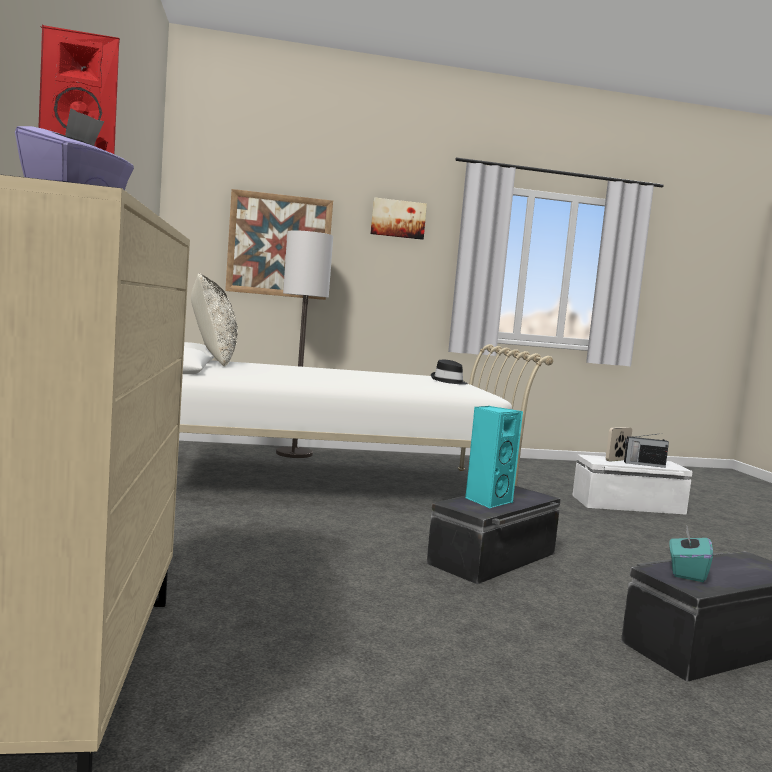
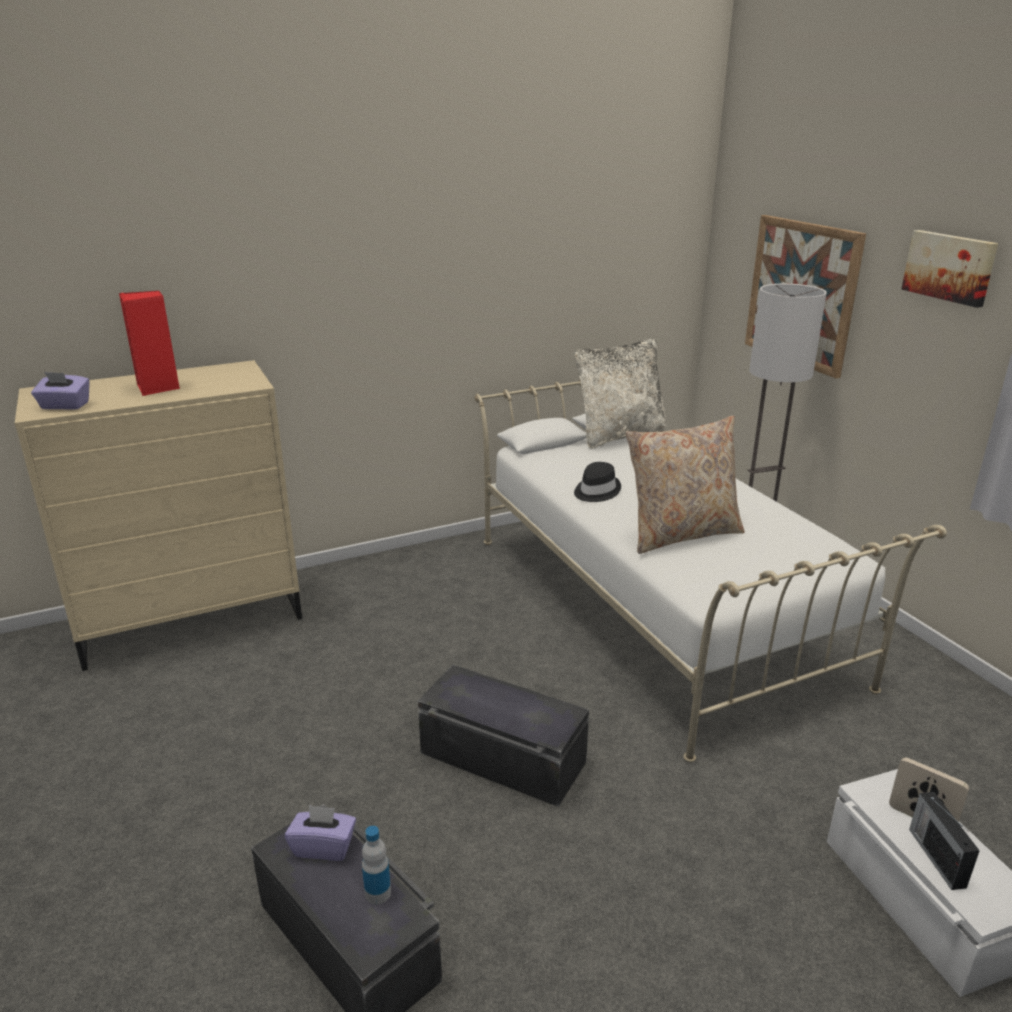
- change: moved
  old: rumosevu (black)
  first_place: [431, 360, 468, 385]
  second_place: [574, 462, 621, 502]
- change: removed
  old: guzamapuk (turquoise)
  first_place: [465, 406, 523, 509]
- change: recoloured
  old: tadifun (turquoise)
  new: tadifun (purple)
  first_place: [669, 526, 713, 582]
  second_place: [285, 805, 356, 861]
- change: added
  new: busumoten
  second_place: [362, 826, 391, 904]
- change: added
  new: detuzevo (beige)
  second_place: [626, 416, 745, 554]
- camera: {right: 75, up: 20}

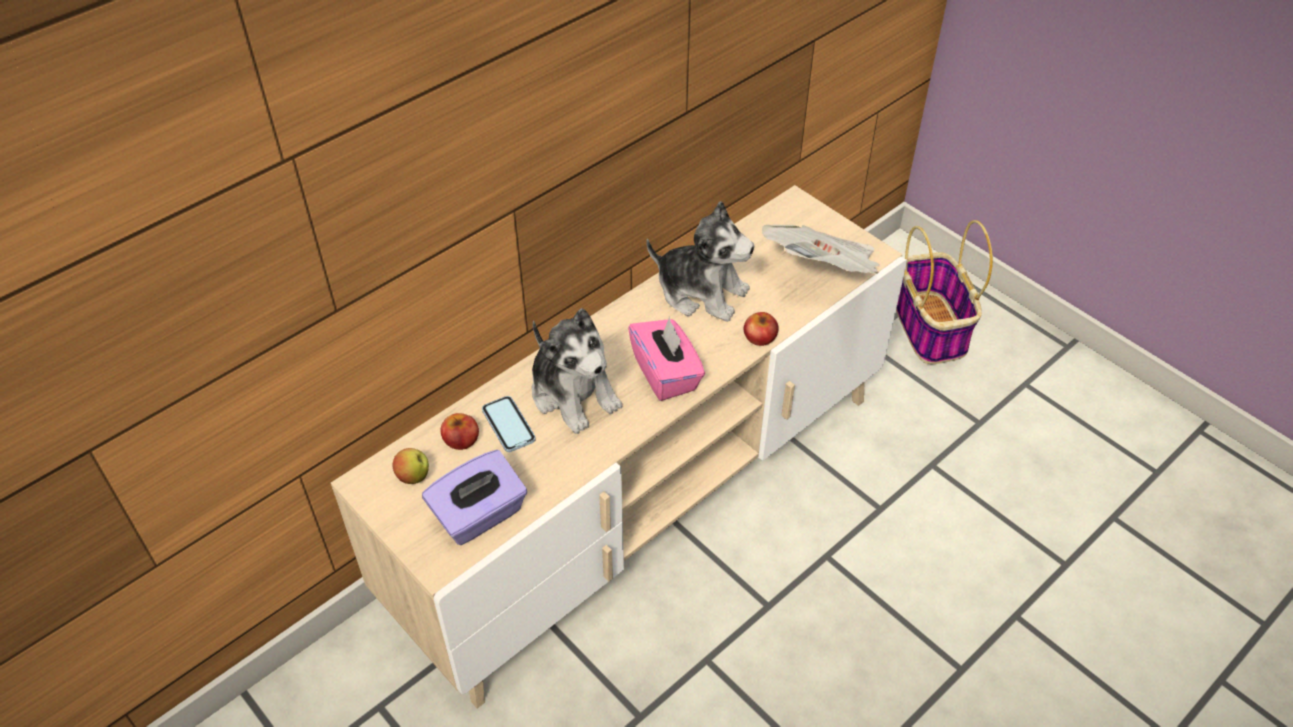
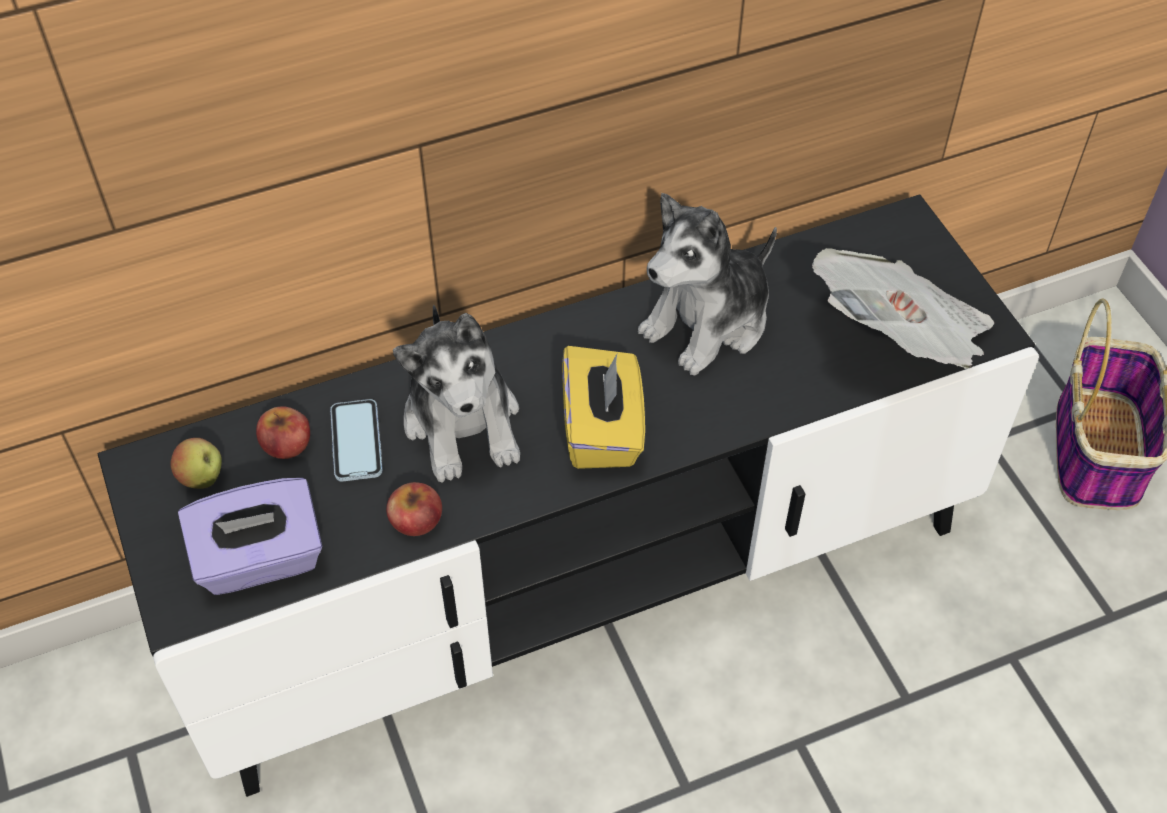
- change: recoloured
  old: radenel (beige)
  new: radenel (black)
  first_place: [331, 185, 907, 709]
  second_place: [97, 194, 1039, 797]
- change: recoloured
  old: tadifun (pink)
  new: tadifun (yellow)
  first_place: [628, 317, 705, 401]
  second_place: [562, 346, 645, 469]
- change: turned
  old: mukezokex
  first_place: [646, 201, 754, 322]
  second_place: [638, 193, 777, 376]
  degrees: 90
- change: moved
  old: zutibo
  first_place: [744, 312, 779, 346]
  second_place: [386, 482, 442, 536]
- camera: {right: 20, up: 5}

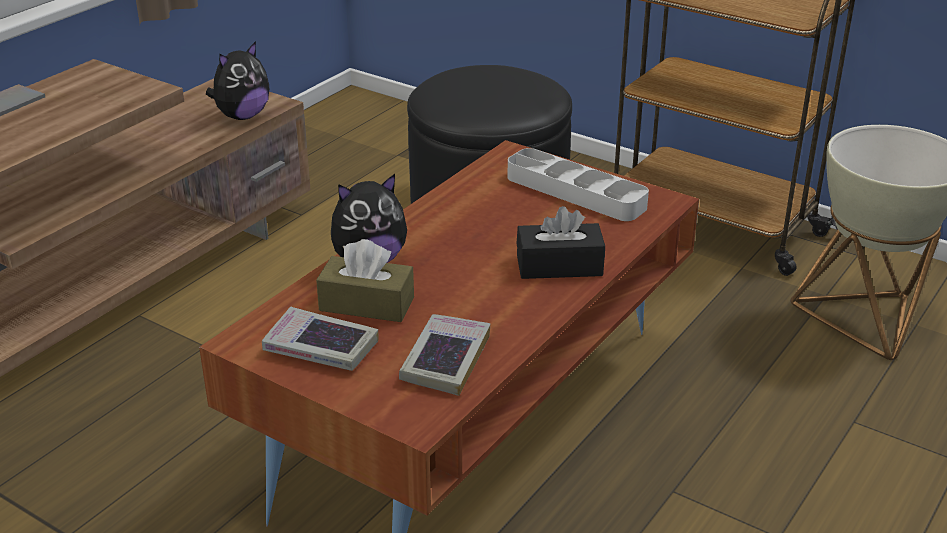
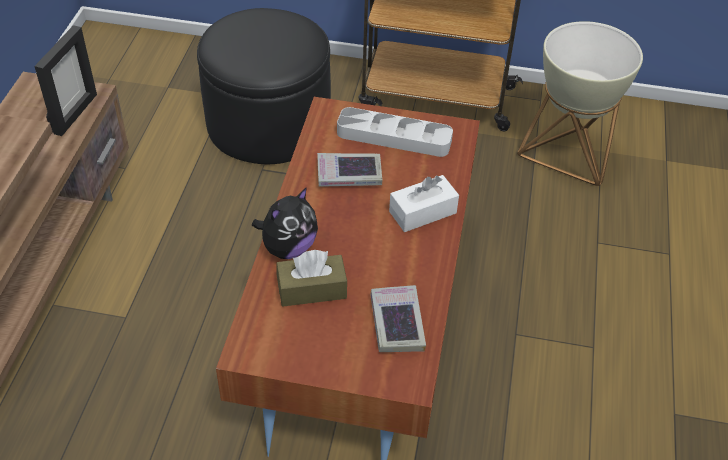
- change: replaced
  old: mukezokex
  new: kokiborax
  first_place: [206, 41, 269, 120]
  second_place: [34, 25, 97, 136]
- change: moved
  old: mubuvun
  first_place: [262, 307, 378, 371]
  second_place: [317, 153, 382, 187]
- change: recoloured
  old: tadifun (black)
  new: tadifun (white)
  first_place: [516, 206, 605, 279]
  second_place: [389, 175, 459, 232]
- camera: {right: -25, up: 15}

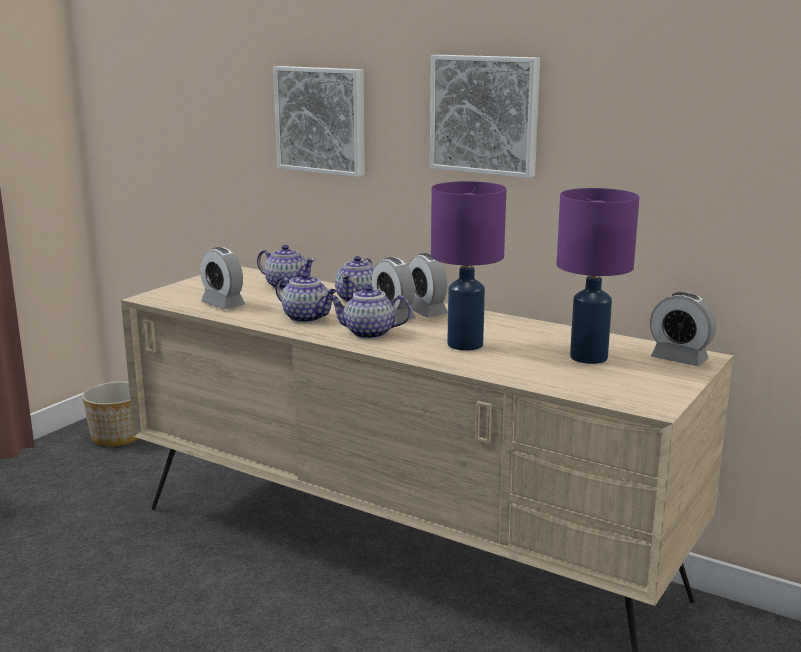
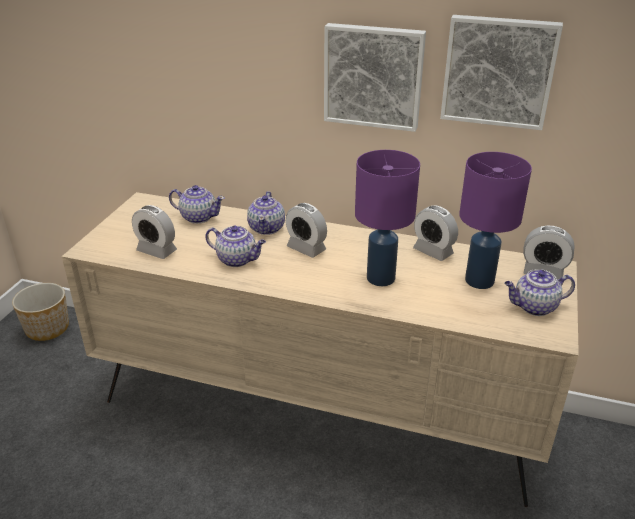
- change: moved
  old: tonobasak
  first_place: [273, 66, 365, 177]
  second_place: [440, 15, 563, 130]
- change: moved
  old: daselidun
  first_place: [328, 285, 411, 339]
  second_place: [504, 269, 575, 316]
- change: moved
  old: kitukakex
  first_place: [408, 253, 448, 317]
  second_place: [413, 205, 458, 261]
- camera: {right: -15, up: 15}

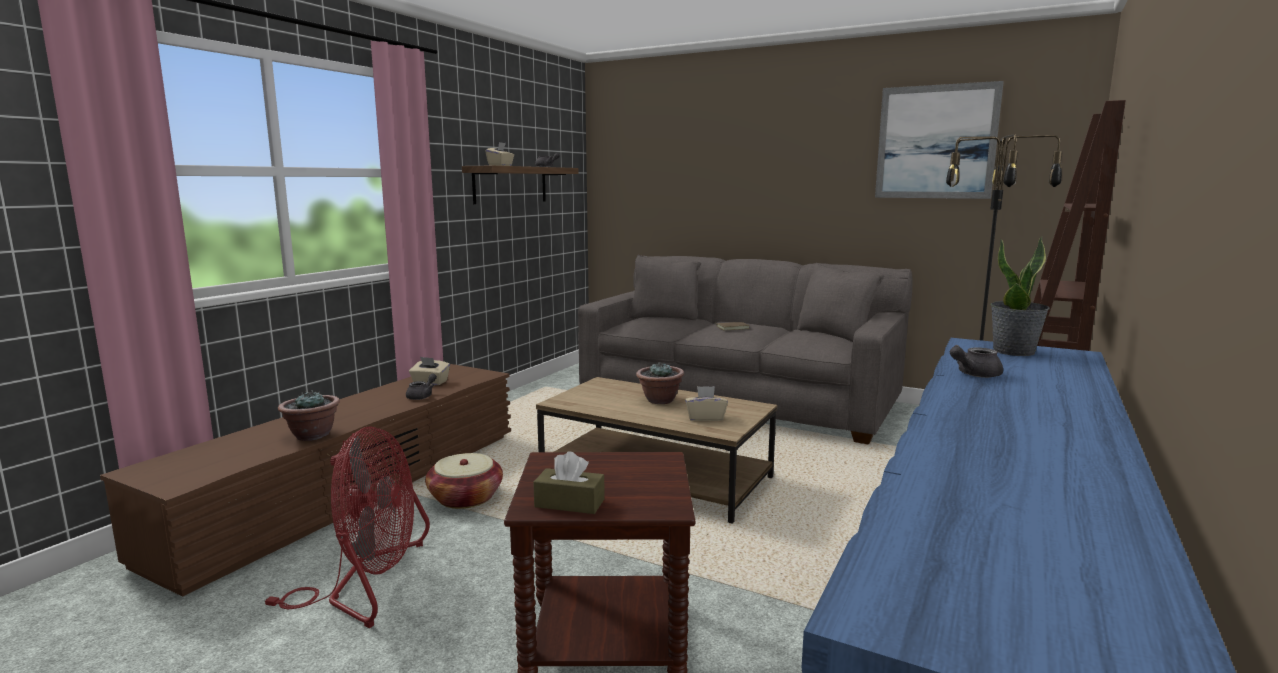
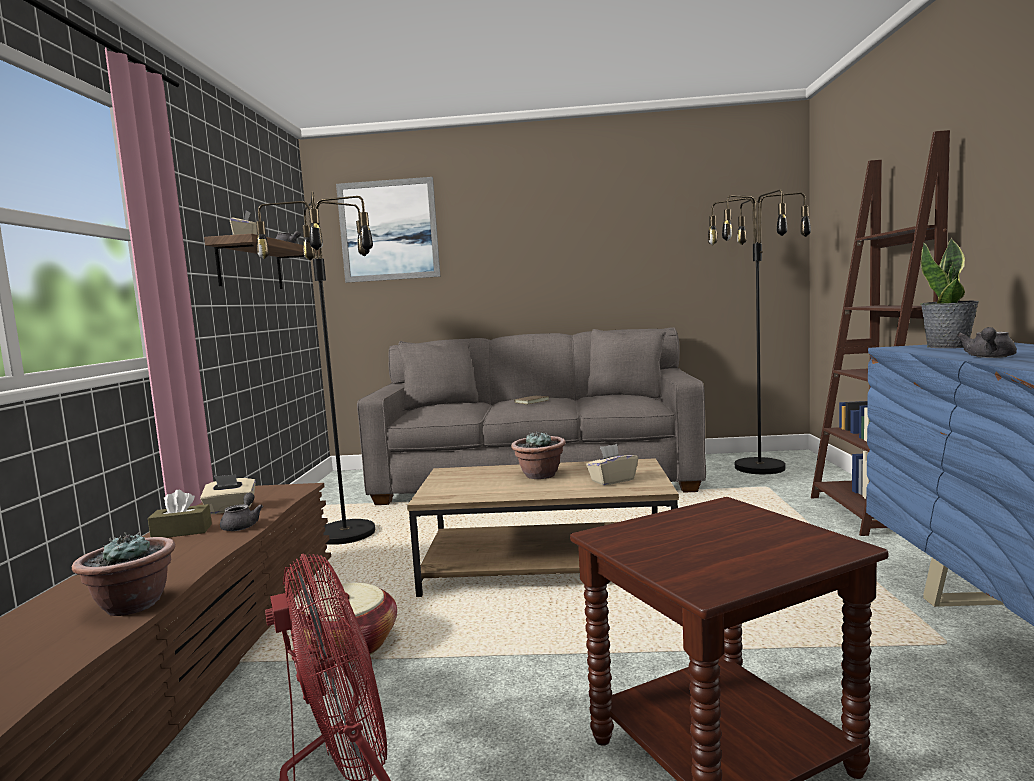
- change: moved
  old: tadifun (brown)
  first_place: [533, 451, 605, 514]
  second_place: [148, 490, 212, 538]
- change: moved
  old: tonobasak
  first_place: [875, 81, 1004, 199]
  second_place: [336, 177, 440, 283]
- change: added
  new: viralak
  second_place: [256, 192, 375, 545]
- camera: {right: -25, up: -5}

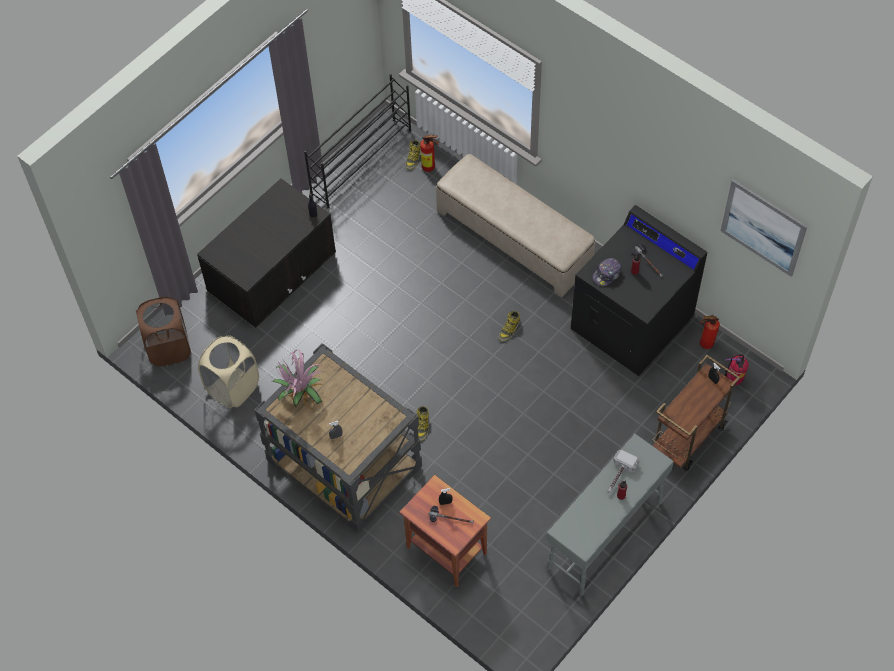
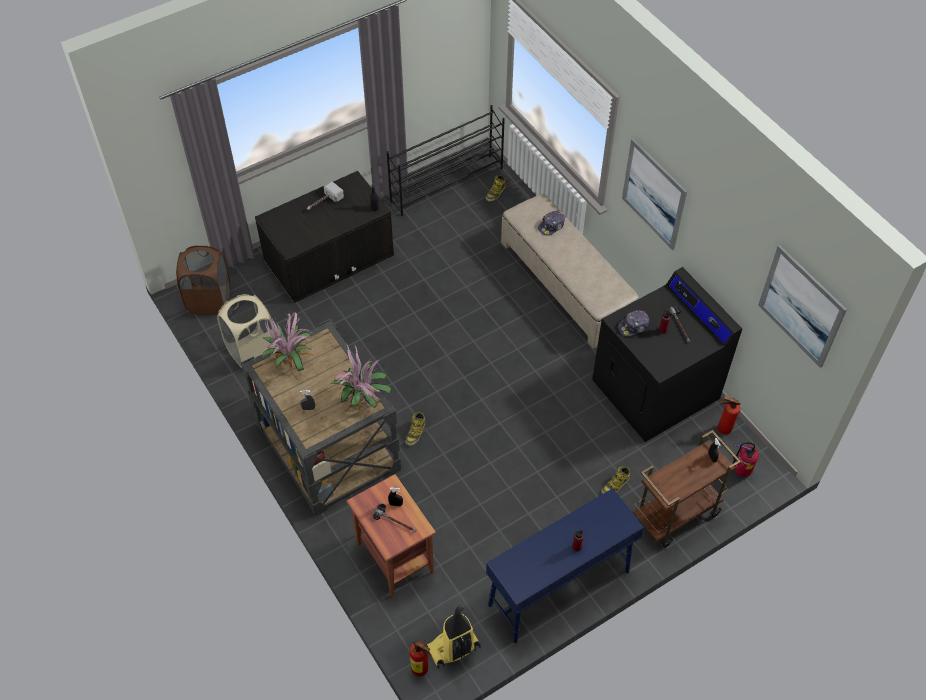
- change: moved
  old: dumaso
  first_place: [420, 135, 439, 172]
  second_place: [410, 640, 432, 676]
- change: moved
  old: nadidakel
  first_place: [498, 311, 520, 341]
  second_place: [601, 466, 630, 494]
- change: recoloured
  old: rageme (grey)
  new: rageme (blue)
  first_place: [546, 434, 674, 596]
  second_place: [486, 489, 644, 643]
- change: moved
  old: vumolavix
  first_place: [608, 450, 639, 492]
  second_place: [307, 182, 344, 210]
- change: added
  new: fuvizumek
  second_place: [331, 342, 392, 415]
- change: added
  new: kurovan
  second_place: [426, 605, 481, 669]
- change: added
  new: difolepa
  second_place: [538, 211, 565, 236]
- change: added
  new: tonobasak
  second_place: [622, 139, 687, 250]
- camera: {right: 15, up: -5}

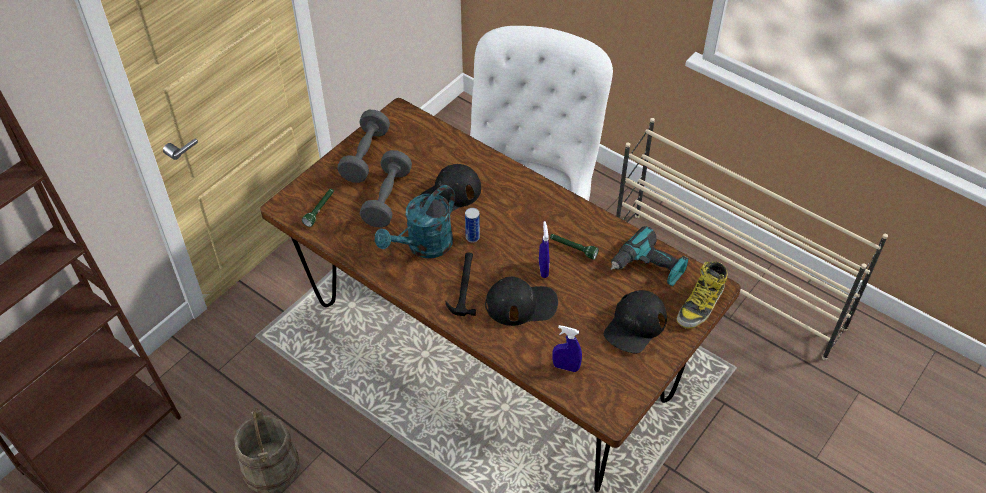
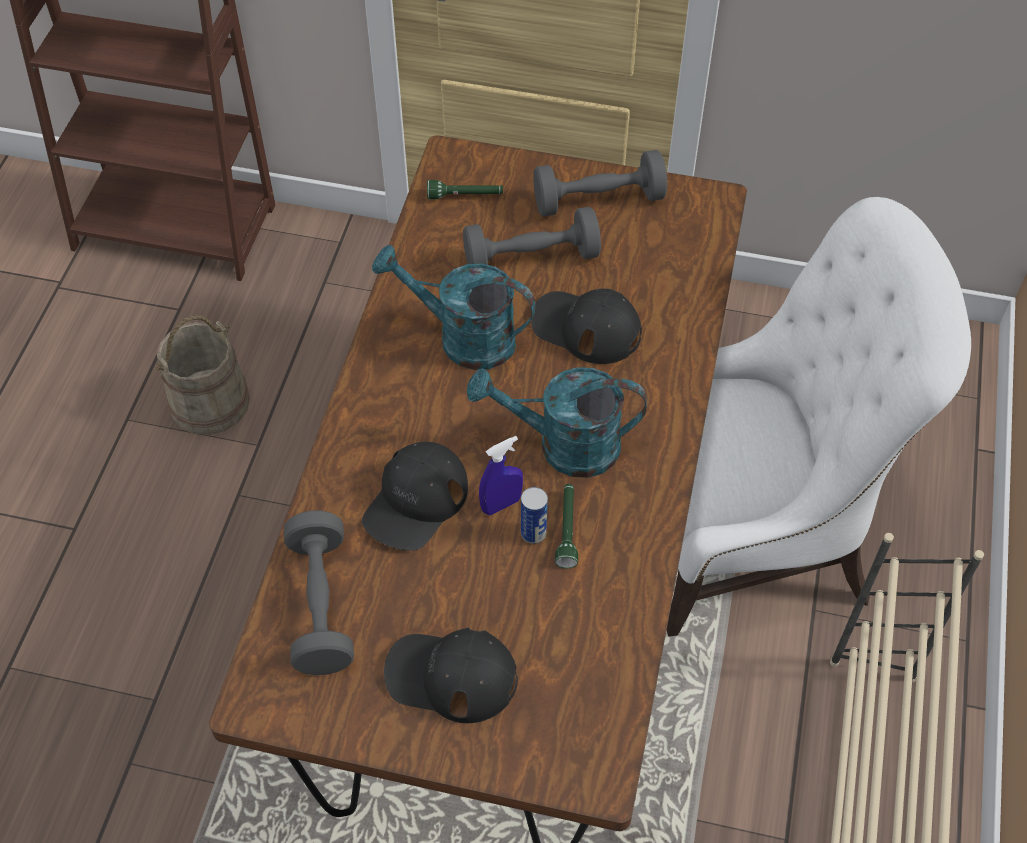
- change: removed
  old: vumolavix
  first_place: [445, 252, 476, 316]
- change: moved
  old: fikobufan
  first_place: [465, 208, 480, 243]
  second_place: [521, 487, 548, 544]
- change: turned
  old: difolepa (black)
  first_place: [485, 277, 558, 326]
  second_place: [362, 442, 468, 551]
  degrees: 60
- change: replaced
  old: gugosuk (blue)
  new: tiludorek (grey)
  first_place: [552, 325, 582, 372]
  second_place: [284, 510, 354, 675]
- change: removed
  old: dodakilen
  first_place: [611, 226, 689, 286]
- change: removed
  old: nadidakel
  first_place: [677, 261, 728, 329]
- change: added
  new: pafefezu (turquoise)
  second_place: [467, 367, 647, 478]
- camera: {right: 65, up: 5}

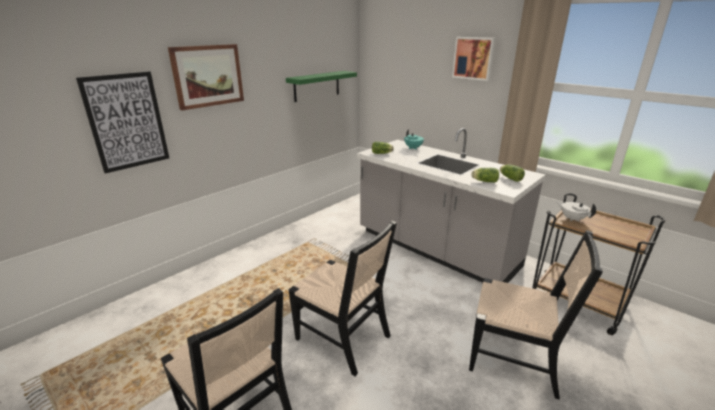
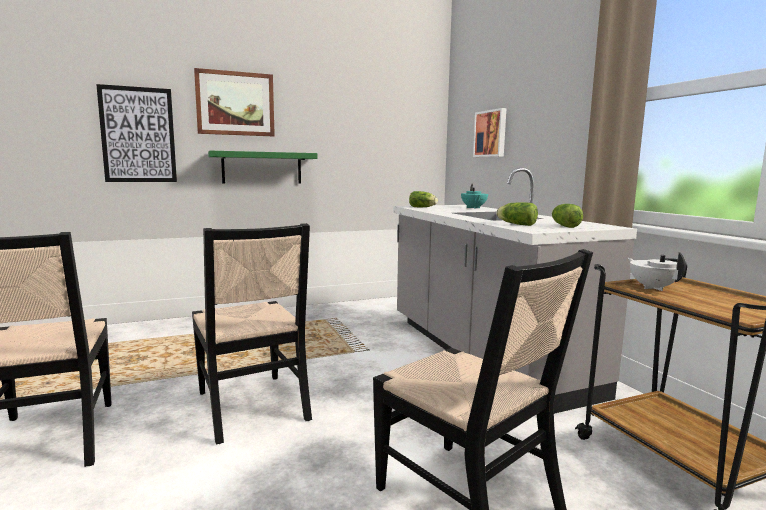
- change: moved
  old: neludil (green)
  first_place: [286, 71, 357, 102]
  second_place: [208, 151, 317, 184]
- change: moved
  old: tonobasak
  first_place: [452, 37, 496, 81]
  second_place: [473, 108, 506, 157]
- camera: {right: 25, up: -15}

